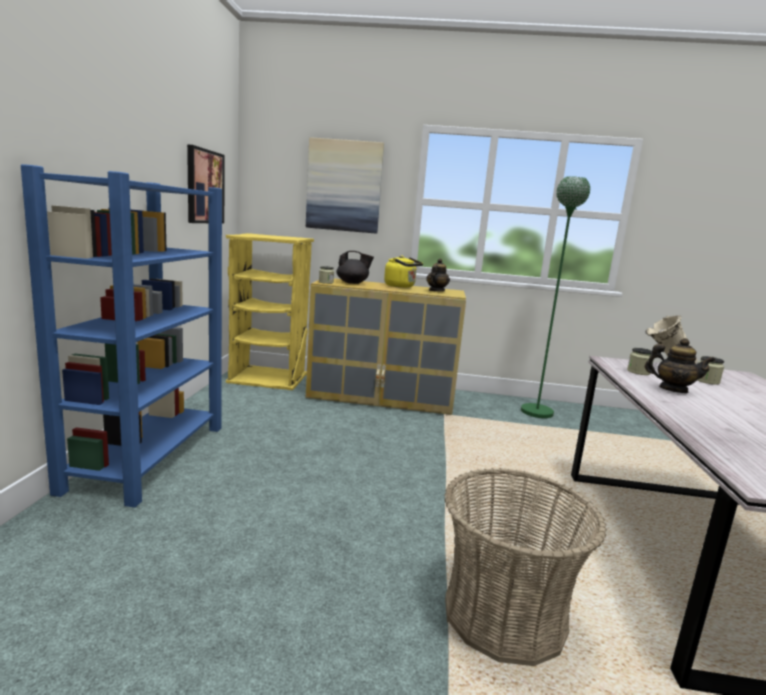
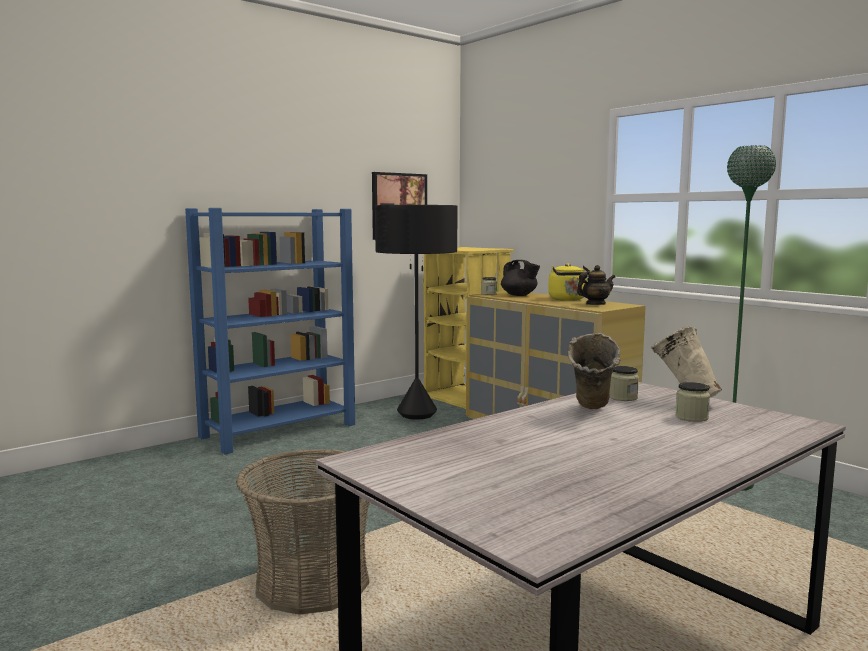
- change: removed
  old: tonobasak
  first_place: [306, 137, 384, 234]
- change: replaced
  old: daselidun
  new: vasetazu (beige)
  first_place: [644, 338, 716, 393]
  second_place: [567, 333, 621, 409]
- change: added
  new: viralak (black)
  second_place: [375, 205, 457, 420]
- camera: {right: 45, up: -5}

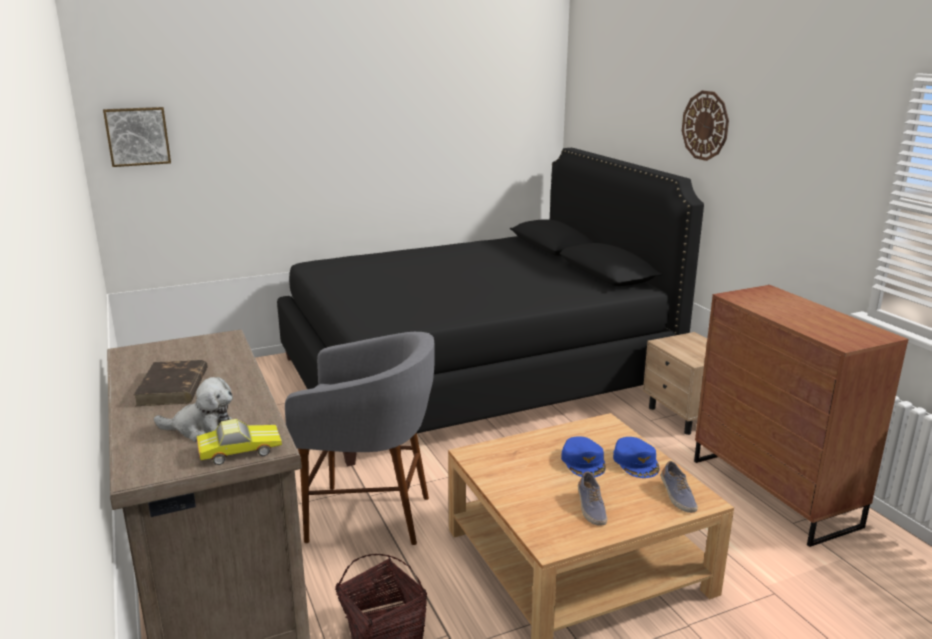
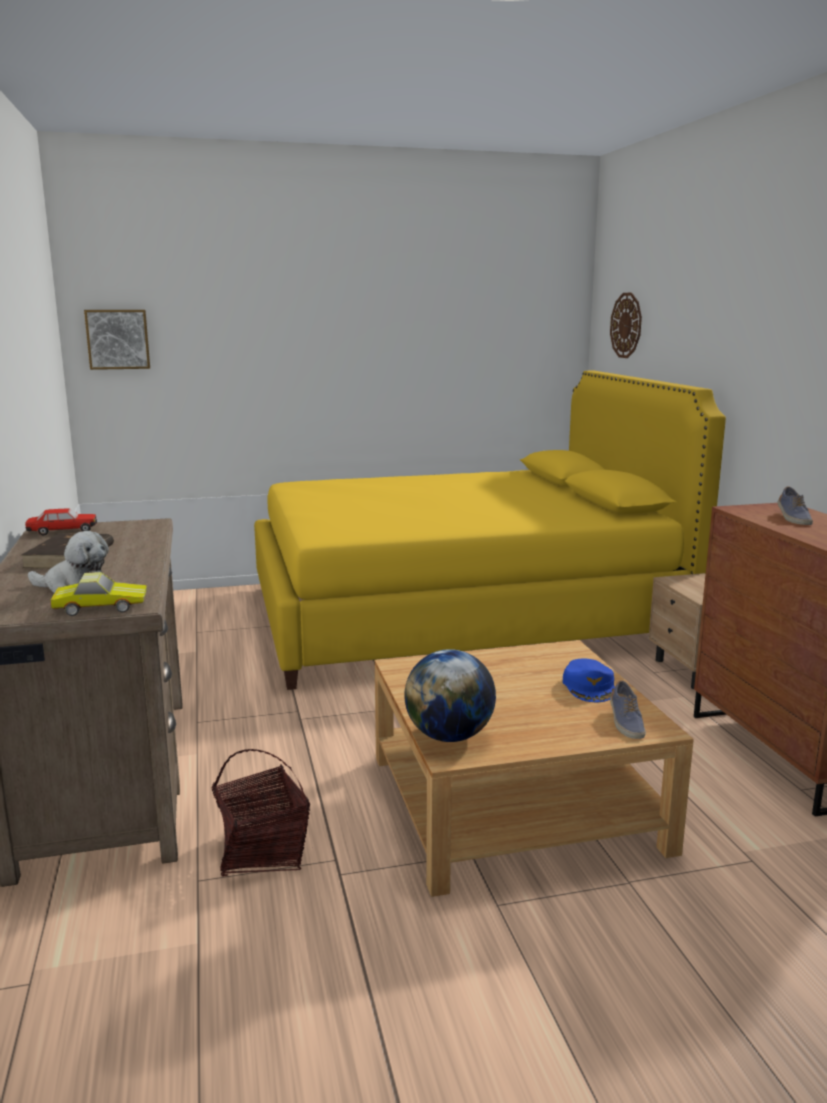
- change: recoloured
  old: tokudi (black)
  new: tokudi (yellow)
  first_place: [277, 148, 704, 467]
  second_place: [254, 371, 726, 690]
- change: removed
  old: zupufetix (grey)
  first_place: [285, 332, 435, 545]
- change: removed
  old: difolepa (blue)
  first_place: [561, 436, 606, 478]
- change: moved
  old: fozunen
  first_place: [578, 471, 607, 526]
  second_place: [778, 486, 813, 525]
- change: moved
  old: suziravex
  first_place: [682, 91, 729, 161]
  second_place: [610, 293, 642, 358]
- change: added
  new: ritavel
  second_place: [25, 508, 97, 536]
- change: added
  new: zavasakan
  second_place: [404, 649, 496, 742]
- camera: {right: 10, up: -5}

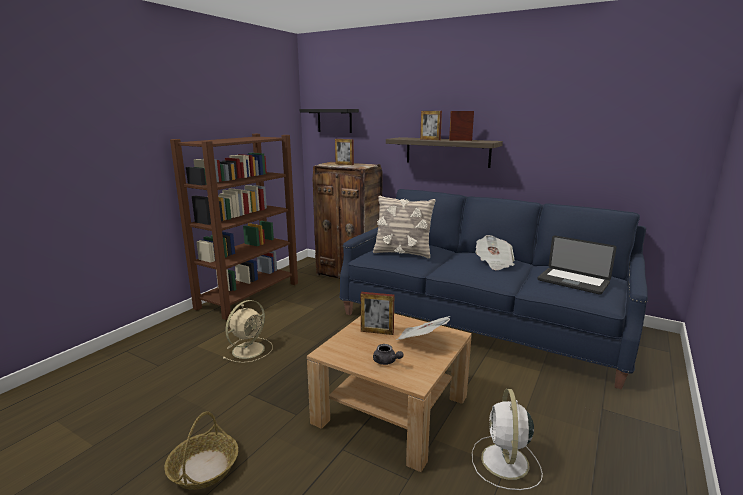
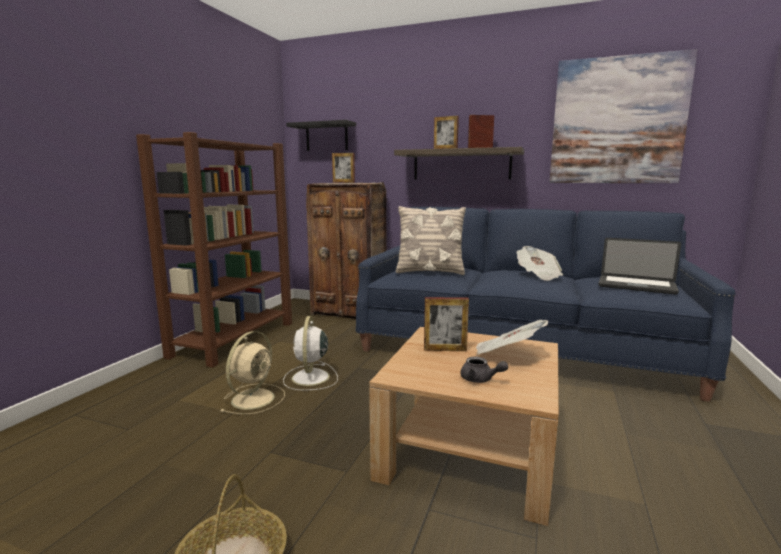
- change: moved
  old: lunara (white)
  first_place: [472, 389, 543, 490]
  second_place: [283, 316, 338, 391]
- change: added
  new: tonobasak
  second_place: [549, 49, 698, 183]
- camera: {right: -10, up: -5}

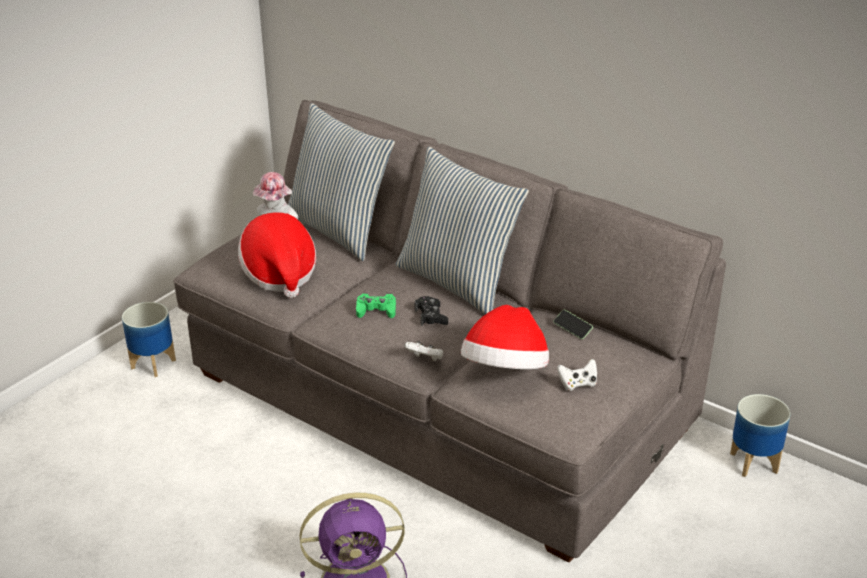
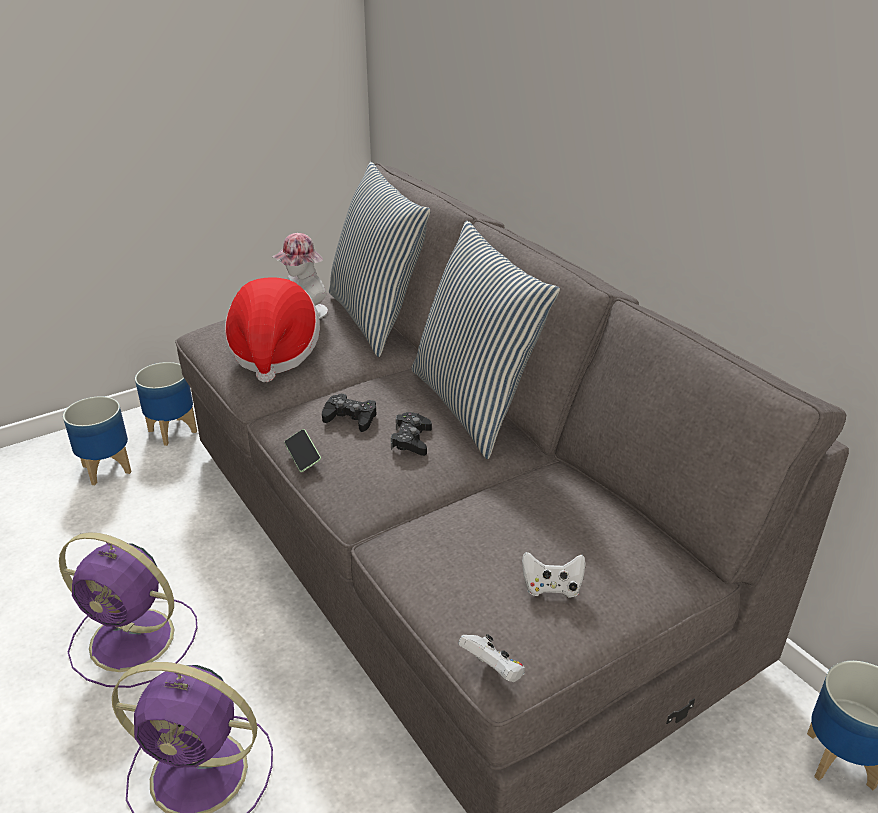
- change: recoloured
  old: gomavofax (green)
  new: gomavofax (black)
  first_place: [356, 293, 396, 318]
  second_place: [322, 393, 376, 432]
- change: moved
  old: gomavofax (white)
  first_place: [404, 341, 443, 361]
  second_place: [458, 634, 525, 682]
- change: removed
  old: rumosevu
  first_place: [461, 305, 549, 369]
- change: moved
  old: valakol
  first_place: [553, 310, 593, 339]
  second_place: [284, 429, 321, 472]
- change: added
  new: lunara (purple)
  second_place: [59, 532, 198, 688]
- change: added
  new: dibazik
  second_place: [63, 396, 132, 485]
- camera: {right: 20, up: 0}

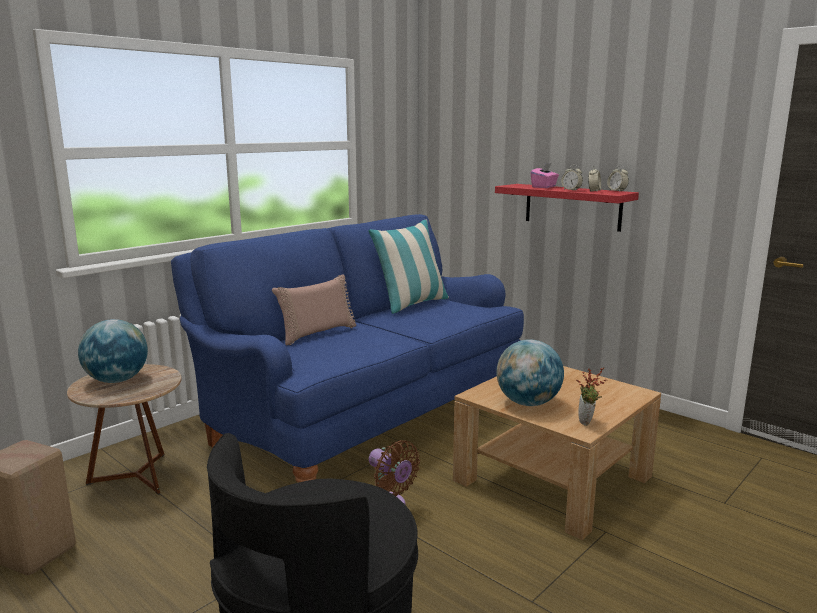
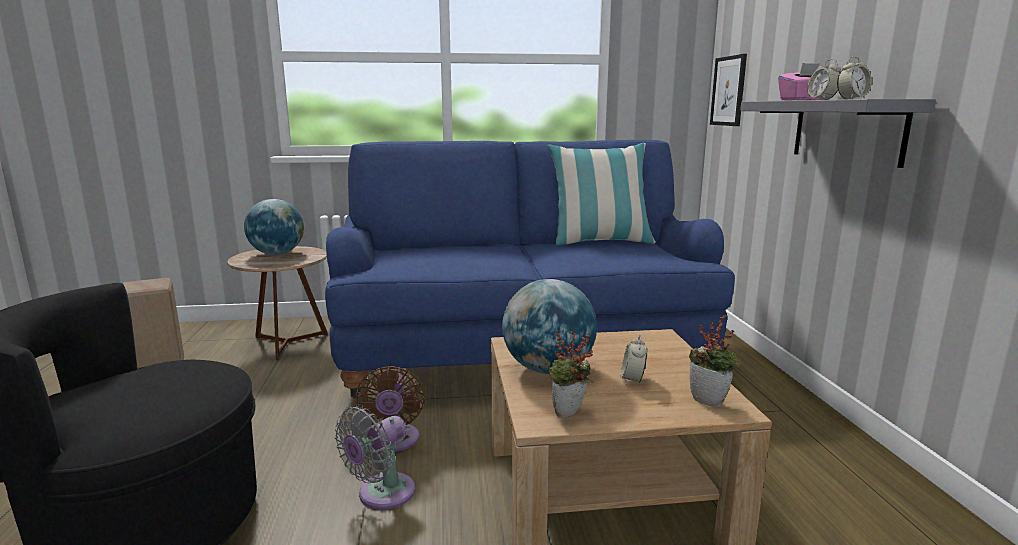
- change: removed
  old: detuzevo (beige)
  first_place: [272, 274, 356, 345]
- change: recoloured
  old: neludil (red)
  new: neludil (grey)
  first_place: [495, 184, 639, 232]
  second_place: [740, 99, 936, 168]
- change: moved
  old: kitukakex
  first_place: [607, 165, 629, 192]
  second_place: [621, 334, 647, 384]
- change: added
  new: lunara (grey)
  second_place: [335, 407, 415, 510]
- change: added
  new: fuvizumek
  second_place: [689, 315, 741, 407]
- change: added
  new: tonobasak
  second_place: [710, 54, 747, 126]
- camera: {right: 40, up: 0}

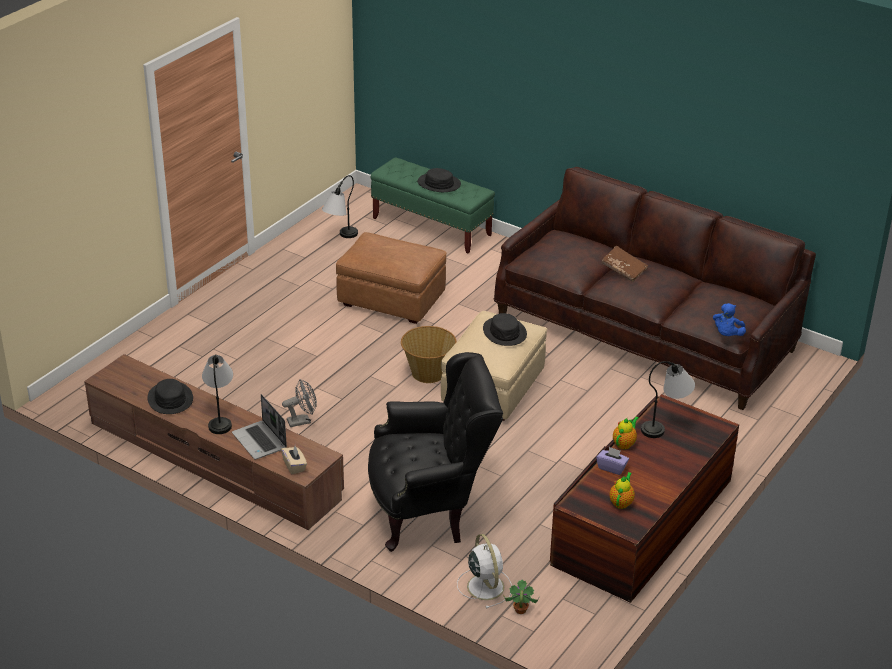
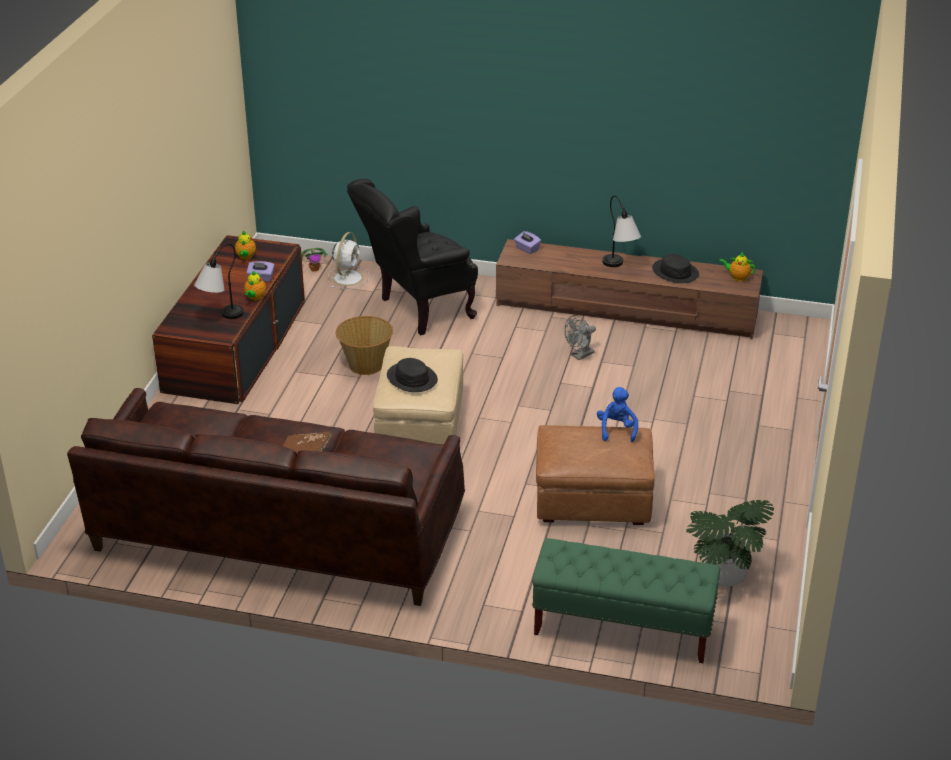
- change: removed
  old: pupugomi
  first_place: [232, 394, 287, 460]
- change: recoloured
  old: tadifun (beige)
  new: tadifun (purple)
  first_place: [281, 446, 307, 474]
  second_place: [514, 231, 541, 254]
- change: replaced
  old: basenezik
  new: fuvizumek
  first_place: [322, 175, 358, 238]
  second_place: [686, 500, 774, 586]
- change: moved
  old: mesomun
  first_place: [401, 326, 457, 383]
  second_place: [336, 316, 393, 375]
- change: removed
  old: rumosevu (black)
  first_place: [418, 168, 461, 192]
- change: turned
  old: lunara (white)
  first_place: [457, 534, 512, 608]
  second_place: [328, 232, 370, 289]
  degrees: -120
- change: moved
  old: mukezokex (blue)
  first_place: [713, 303, 746, 336]
  second_place: [597, 387, 638, 442]
- change: added
  new: daselidun
  second_place: [719, 253, 756, 281]
- camera: {right: 160, up: 0}

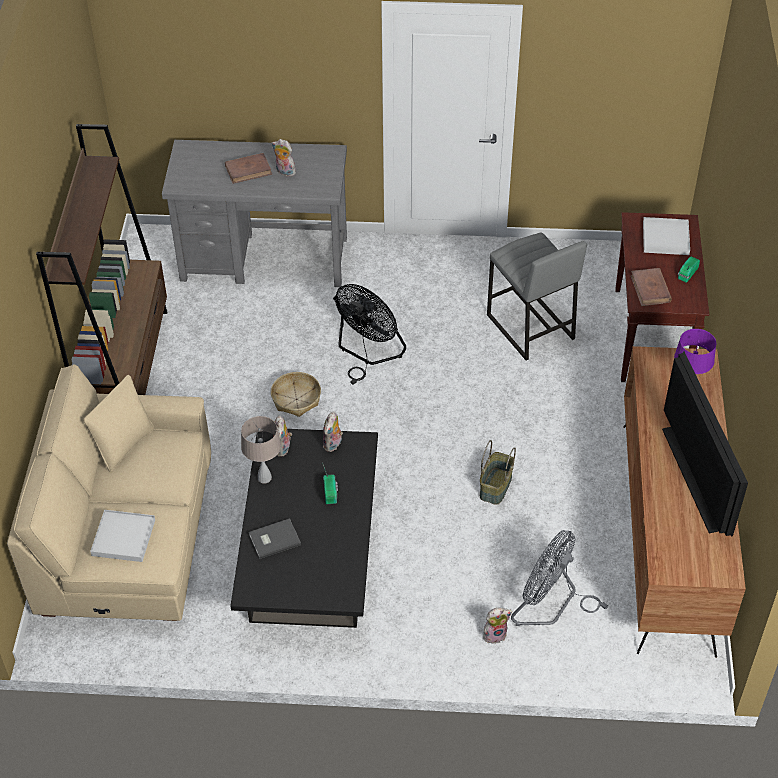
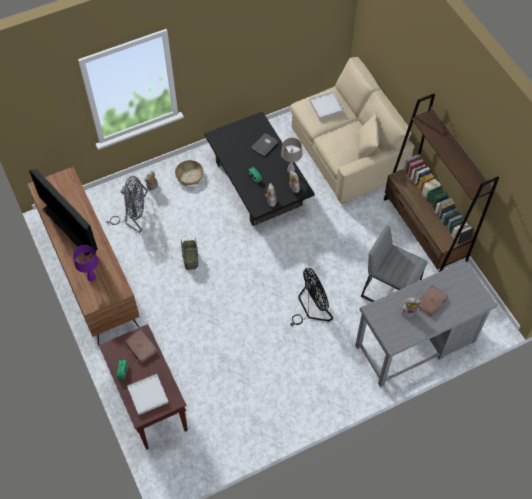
- change: moved
  old: mesomun
  first_place: [271, 372, 321, 417]
  second_place: [175, 160, 204, 186]
- change: turned
  old: lunara (black)
  first_place: [333, 284, 406, 385]
  second_place: [290, 268, 333, 326]
  degrees: -120
- change: moved
  old: zupufetix (grey)
  first_place: [487, 232, 587, 360]
  second_place: [361, 225, 427, 302]
- camera: {right: 150, up: 10}

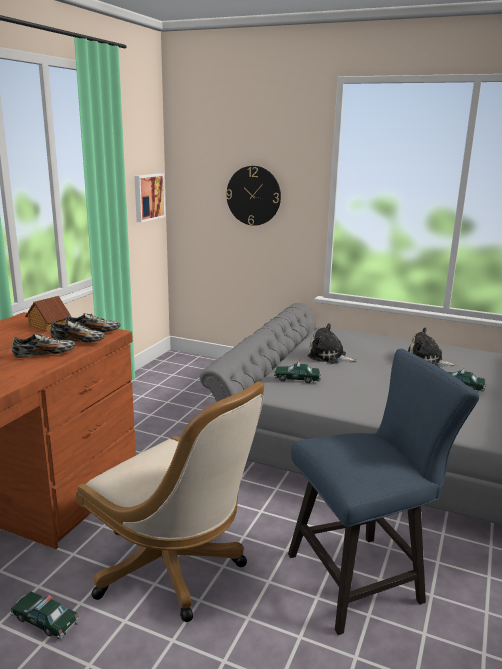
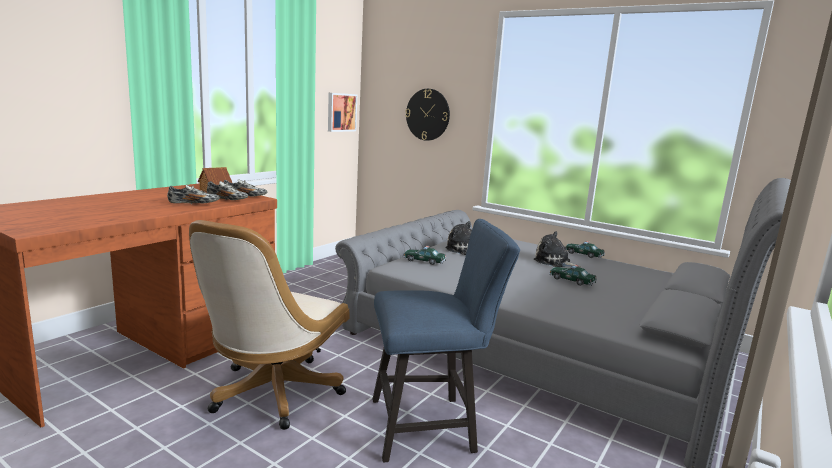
- change: moved
  old: ritavel
  first_place: [10, 591, 80, 639]
  second_place: [565, 241, 605, 258]
- change: turned
  old: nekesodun
  first_place: [76, 381, 264, 622]
  second_place: [189, 220, 350, 430]
  degrees: 60
- camera: {right: 10, up: -5}

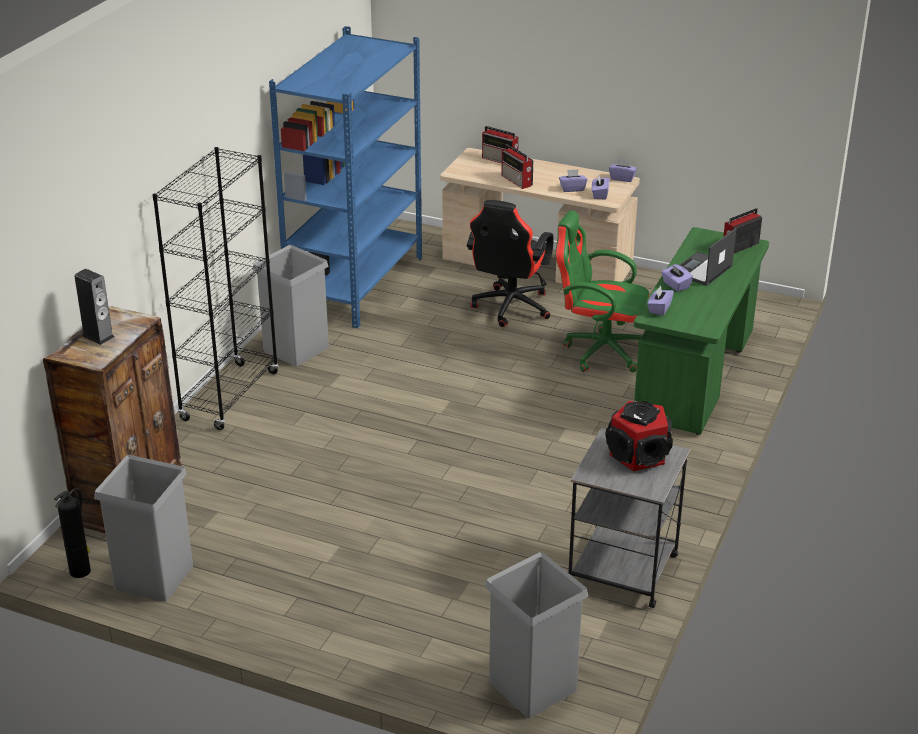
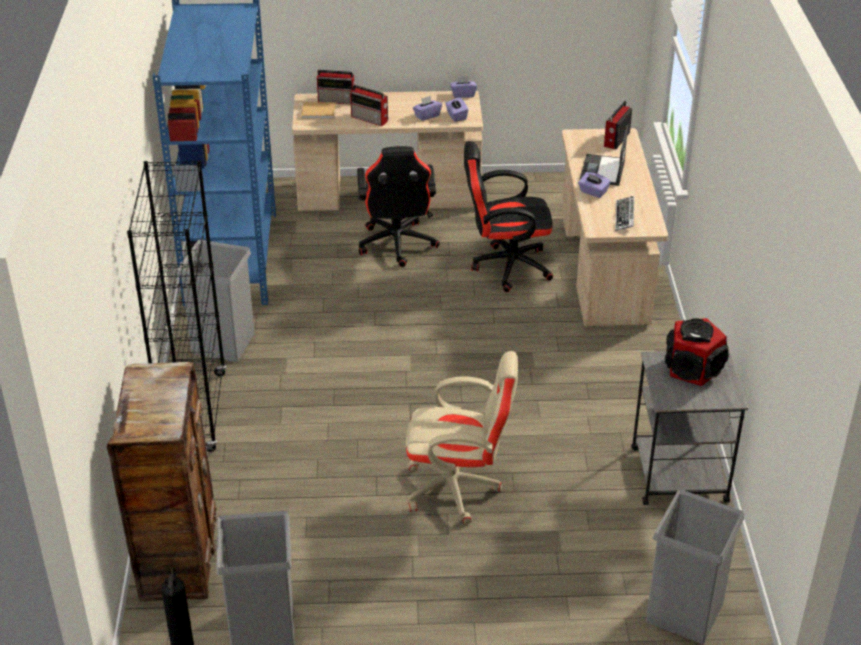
- change: removed
  old: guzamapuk
  first_place: [74, 269, 115, 345]
- change: recoloured
  old: nekesodun (green)
  new: nekesodun (black)
  first_place: [555, 210, 649, 372]
  second_place: [464, 141, 553, 292]
- change: recoloured
  old: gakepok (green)
  new: gakepok (beige)
  first_place: [634, 227, 769, 435]
  second_place: [562, 128, 668, 327]
- change: removed
  old: tadifun (purple)
  first_place: [647, 285, 674, 316]
- change: added
  new: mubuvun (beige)
  second_place: [301, 102, 336, 119]
- change: added
  new: nekesodun (beige)
  second_place: [405, 351, 518, 524]
- change: added
  new: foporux
  second_place: [615, 196, 635, 231]
- camera: {right: -25, up: 5}

